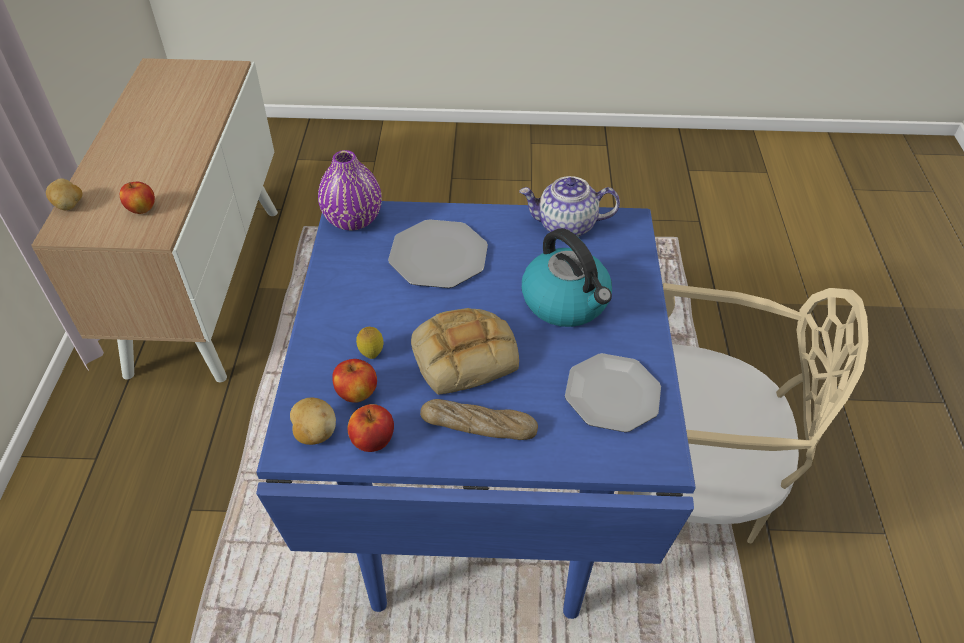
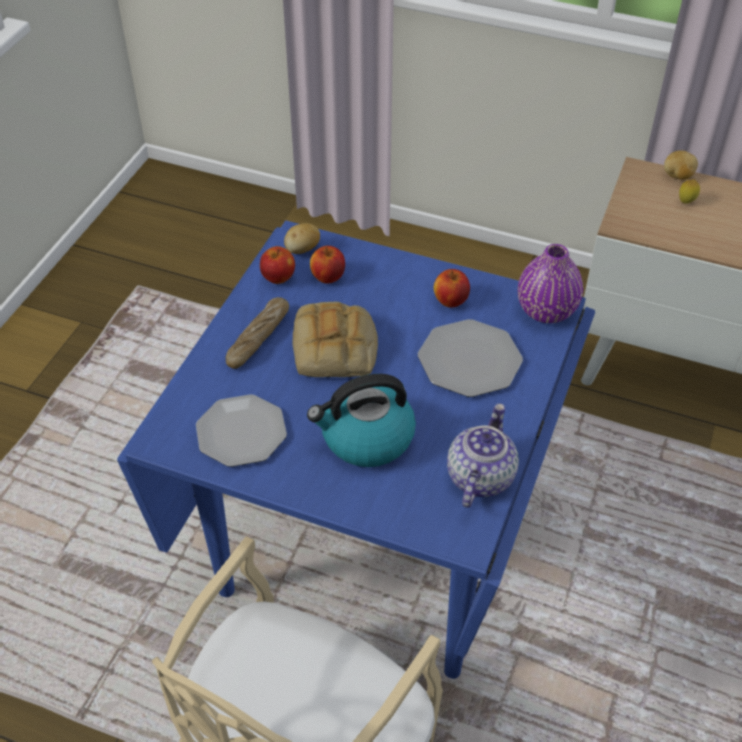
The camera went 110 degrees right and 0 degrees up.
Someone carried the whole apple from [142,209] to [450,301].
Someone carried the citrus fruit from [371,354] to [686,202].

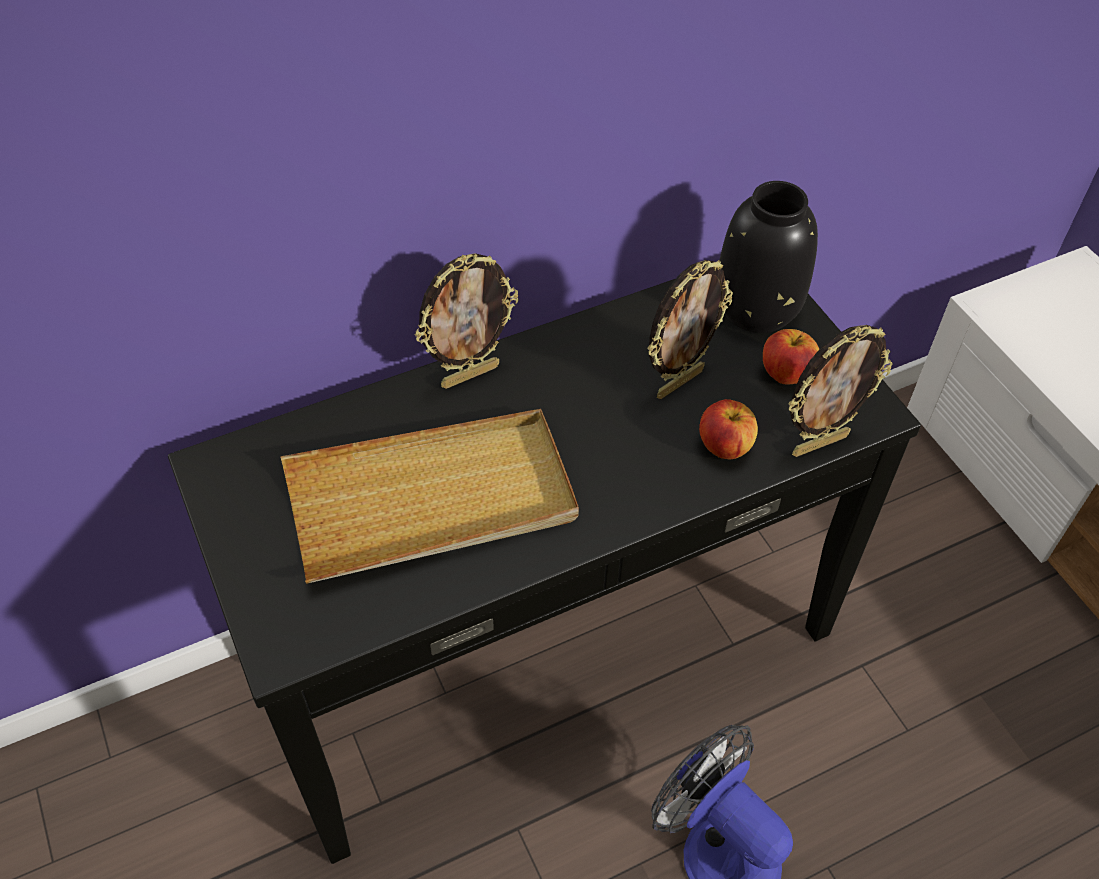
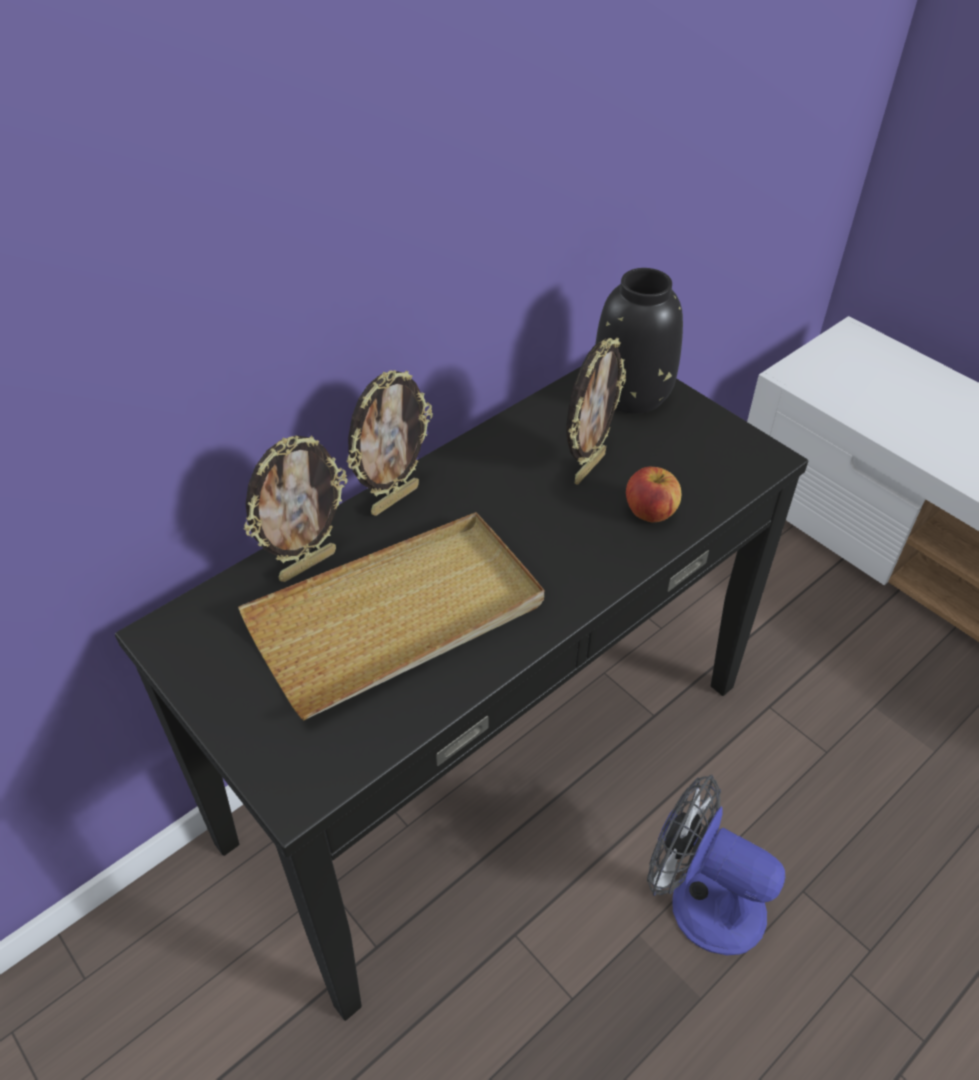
The camera went 15 degrees left and 5 degrees down.
Someone carried the picture frame from [819,443] to [307,564].
Someone took away the whole apple at [786,374].

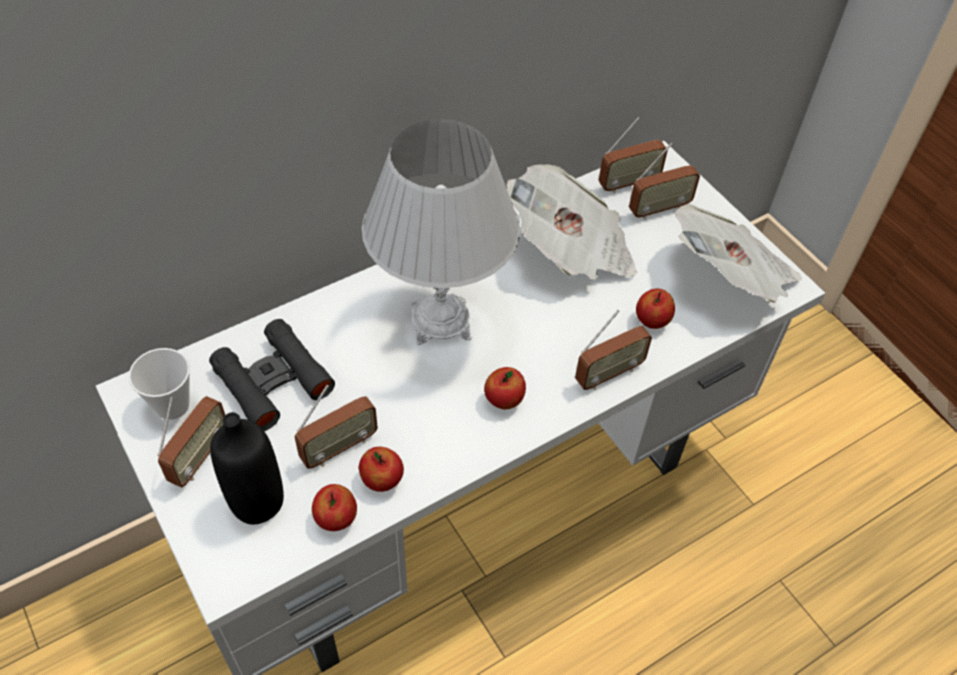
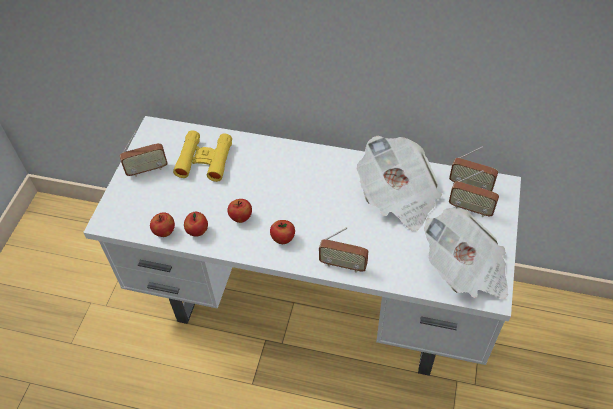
The camera went 50 degrees right and 0 degrees up.
Someone took away the white-coloured table lamp at [440,321].
Someone carried the whole apple from [652,321] to [241,217].
Someone repainted the black field glasses at [272,381], which became the yellowish field glasses at [204,160].
Someone took away the cup at [172,405].
Someone took away the radio at [339,448].
Someone took away the black drink bottle at [257,502].

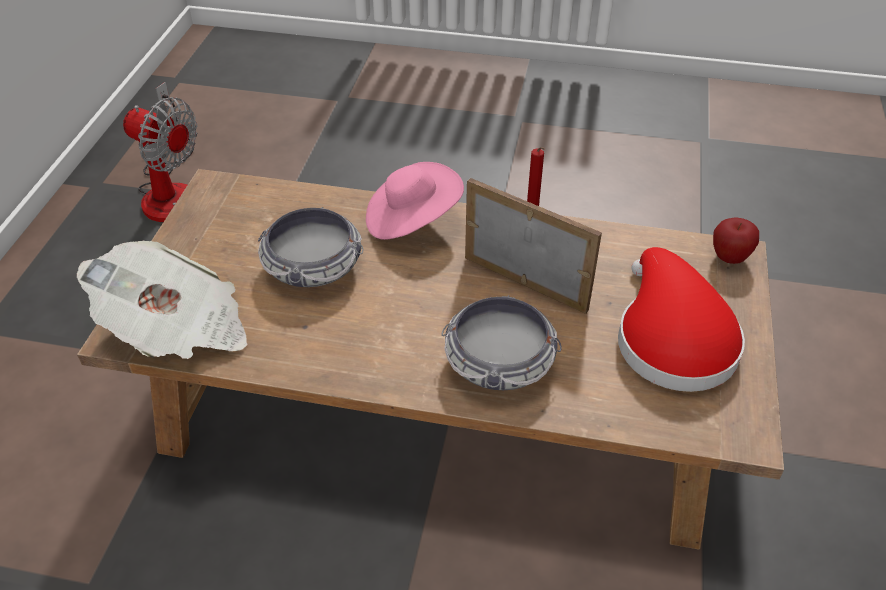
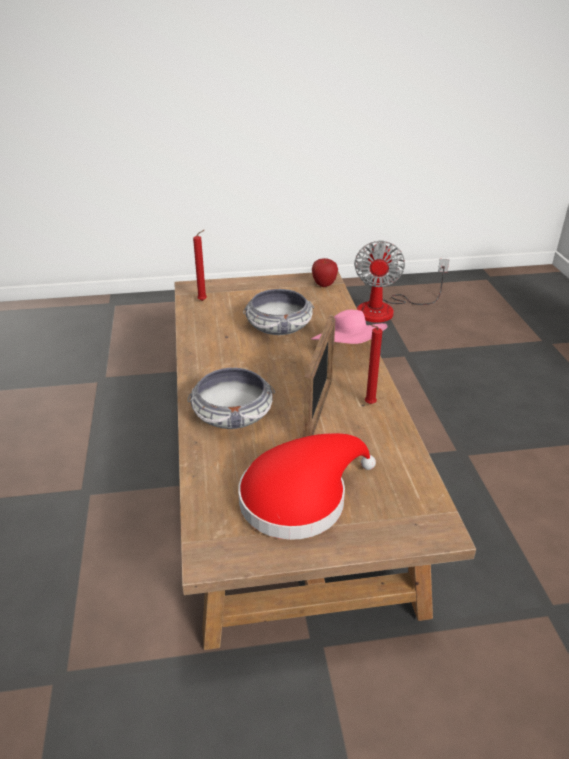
The camera went 70 degrees right and 10 degrees down.
Someone carried the whole apple from [729,258] to [324,285].
Someone swapped the newspaper at [178,329] for the red candle at [204,301].

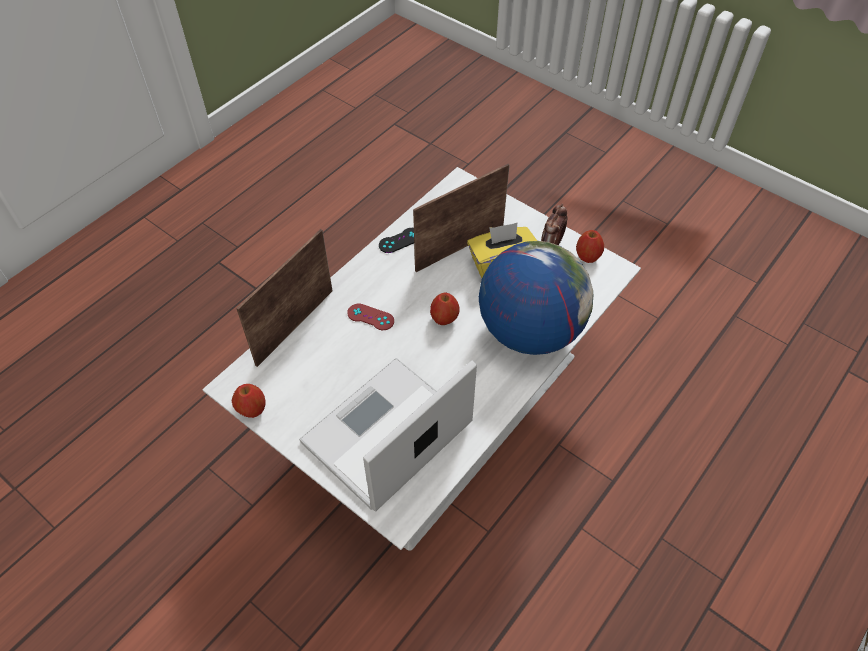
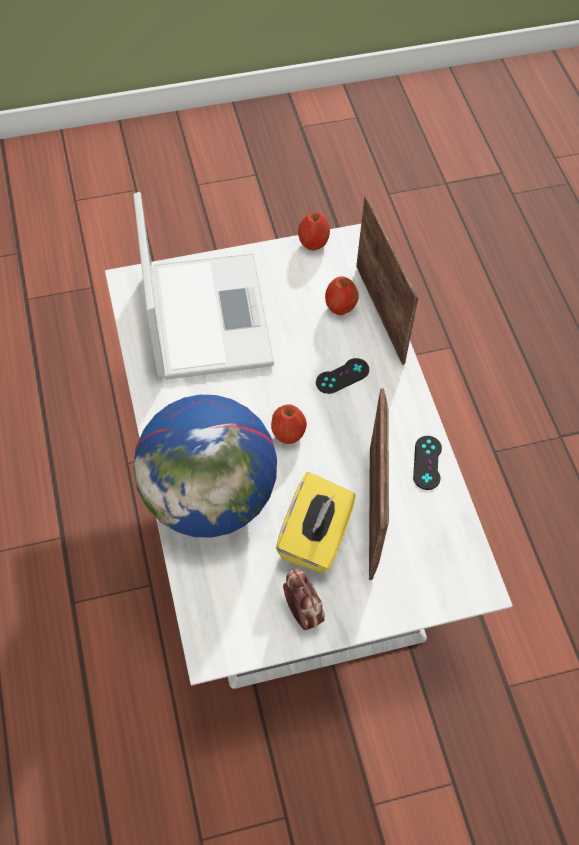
The camera went 125 degrees right and 5 degrees up.
Someone carried the whole apple from [587,256] to [340,307].
Someone repainted the red game controller at [370,317], which became the black game controller at [342,376].

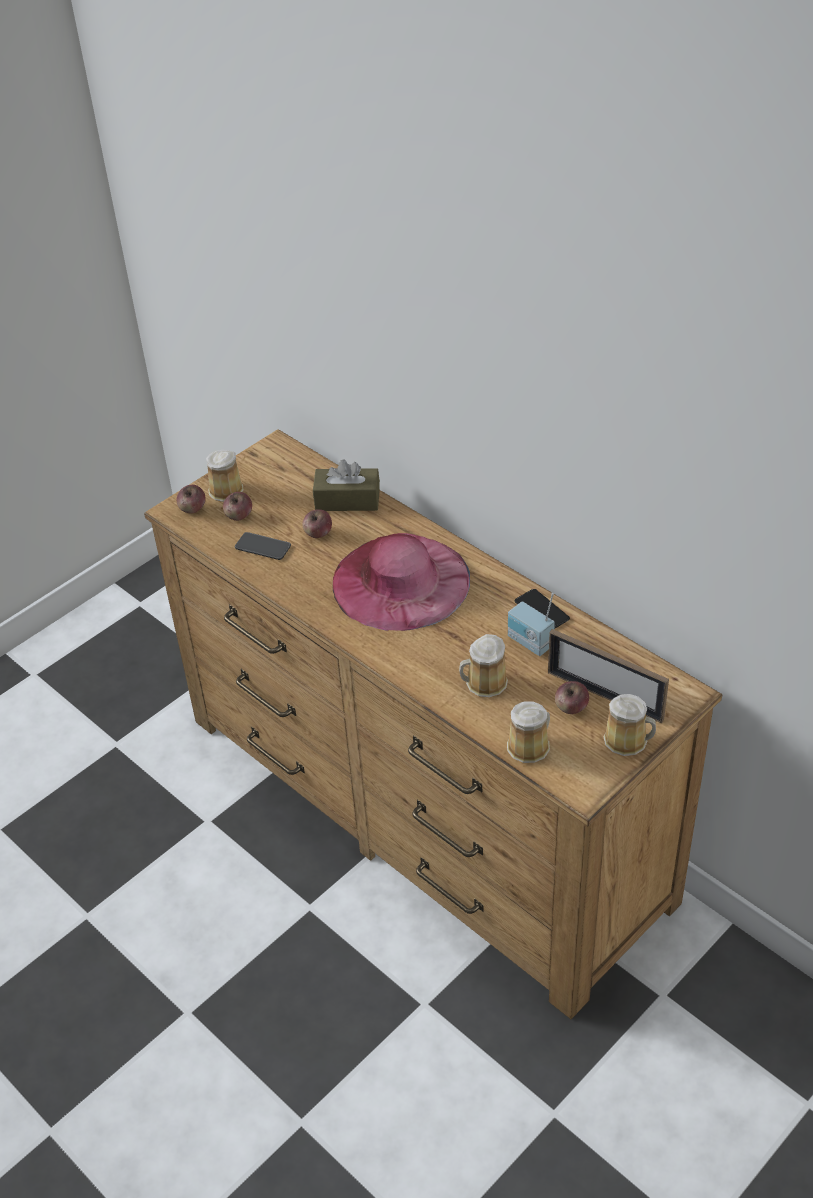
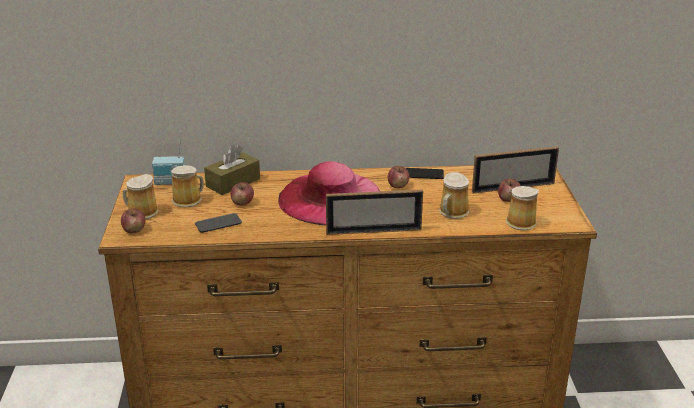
The camera went 50 degrees left and 15 degrees down.
Someone carried the whole apple from [239,516] to [398,186].
Someone carried the radio from [529,643] to [170,183].
Someone carried the tea mug from [628,741] to [189,200].
Someone put down the picture frame at [373,231].

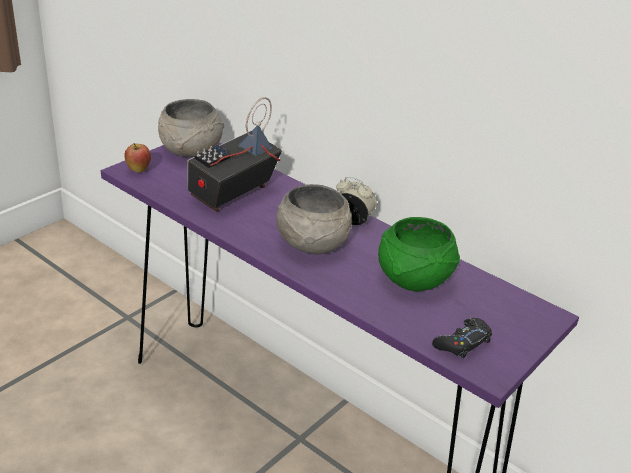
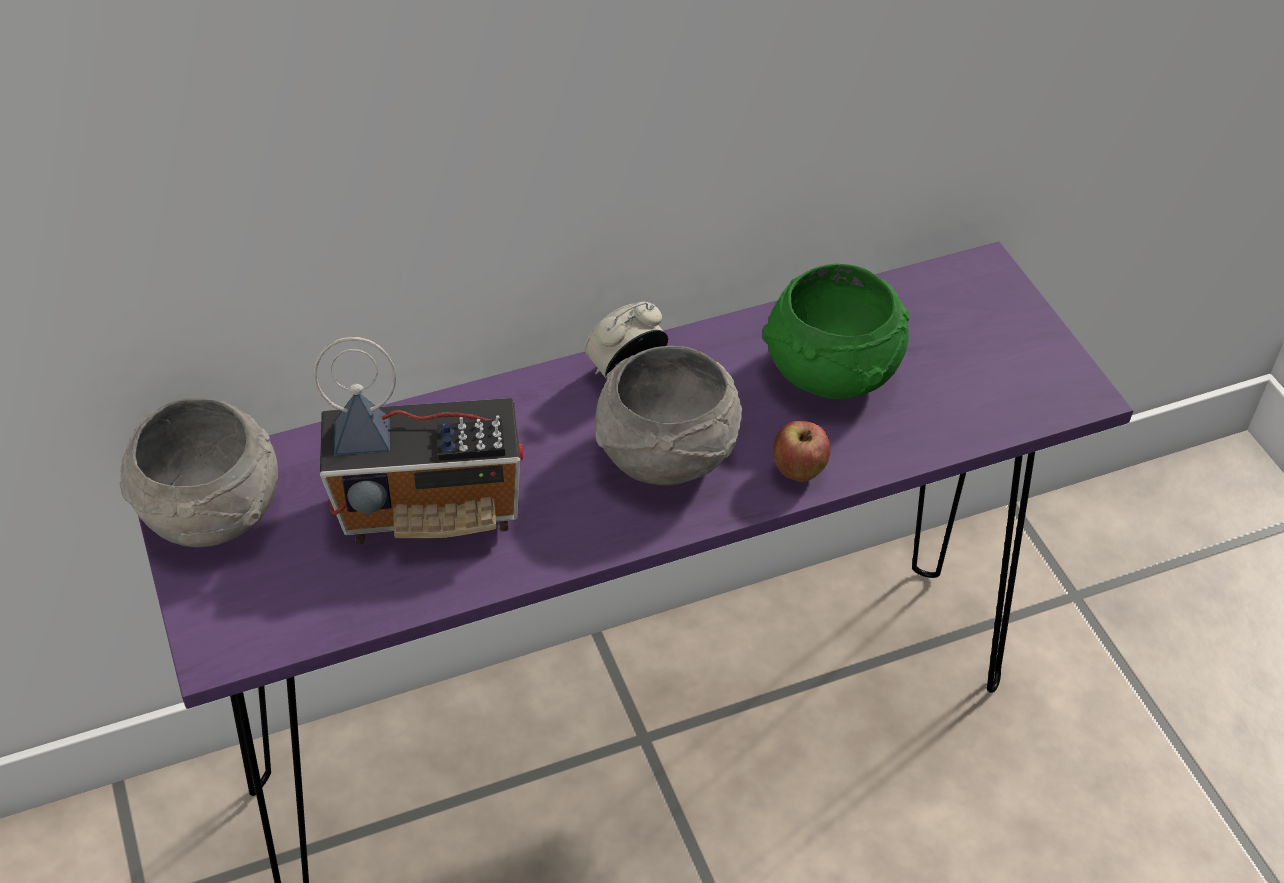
The camera went 60 degrees left and 15 degrees up.
Someone rotated the radio at [231,194] by 75 degrees counterclockwise.
Someone carried the whole apple from [138,170] to [798,472].
Someone took away the black game controller at [462,343].

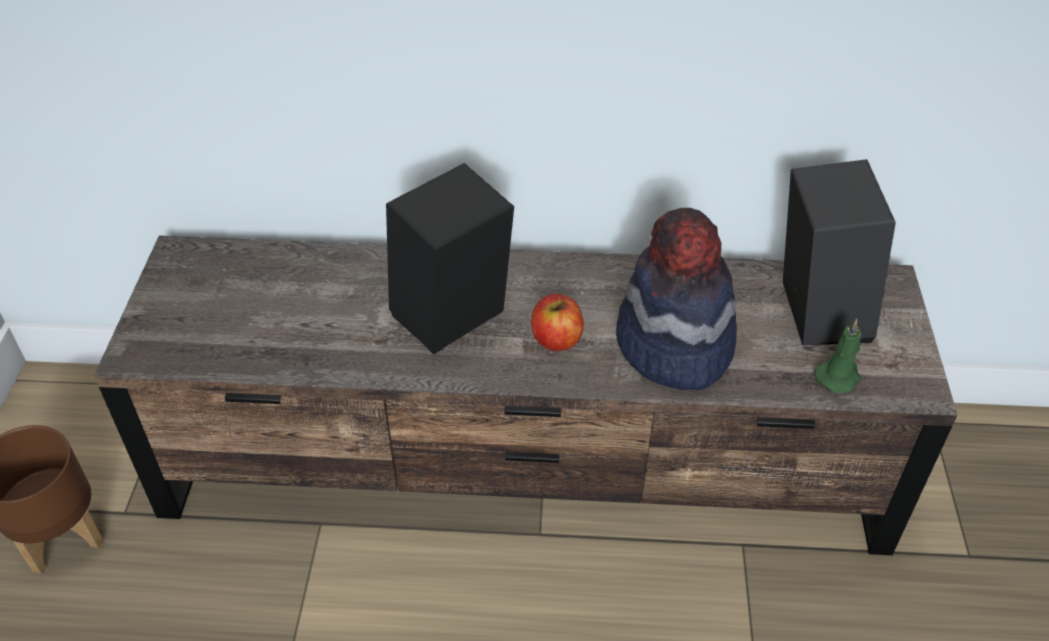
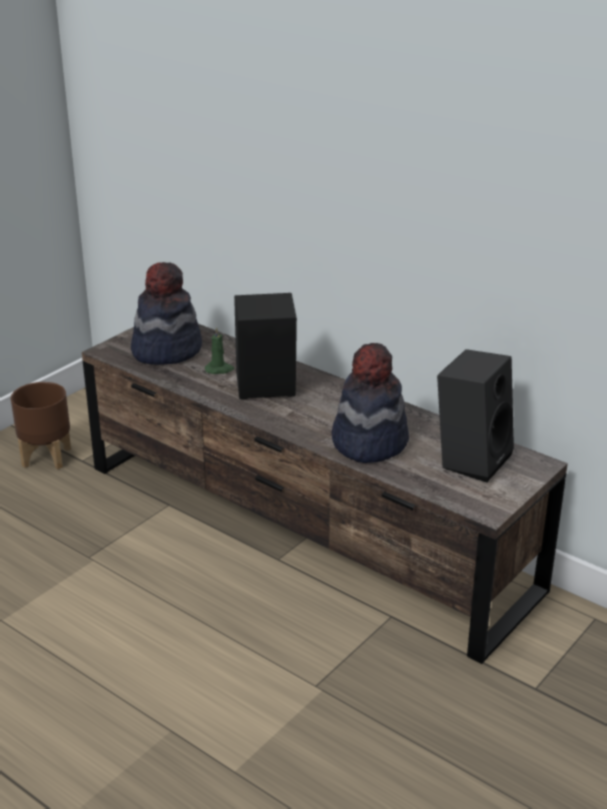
The camera went 35 degrees right and 15 degrees down.
Someone took away the whole apple at [556,339].
Someone carried the green candle from [838,376] to [219,369].
Someone put down the hat at [166,350].

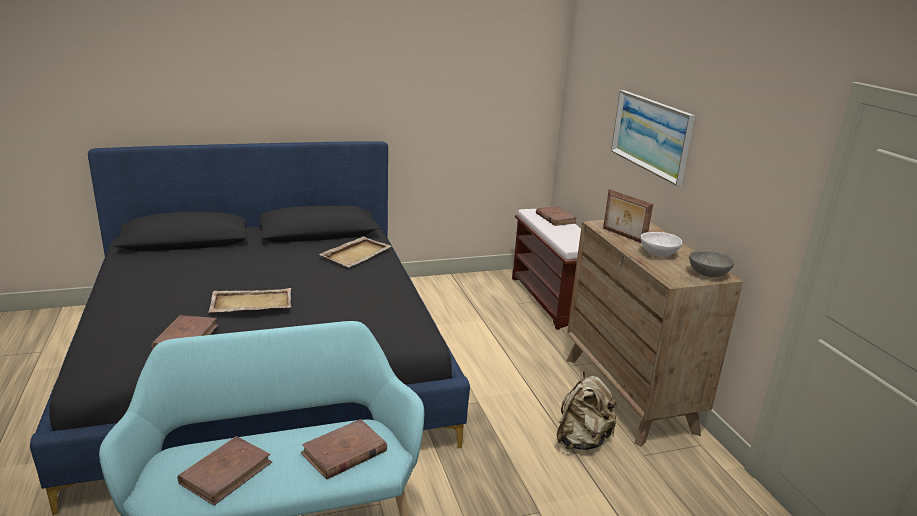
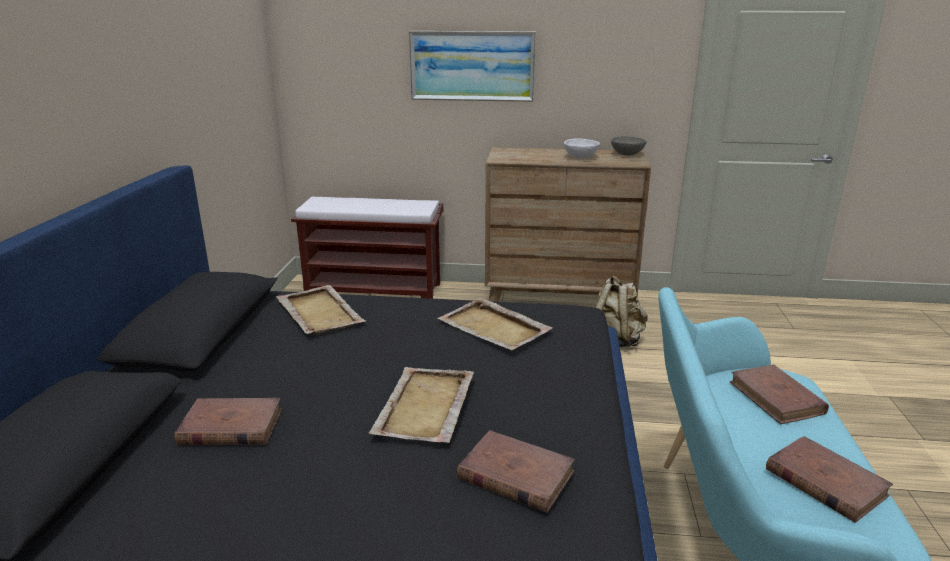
The camera went 65 degrees left and 0 degrees up.
Someone took away the picture frame at [623,236].
Someone carried the brown-coloured bound book from [555,218] to [230,426].
Someone put down the beige-coloured serving tray at [494,328].

